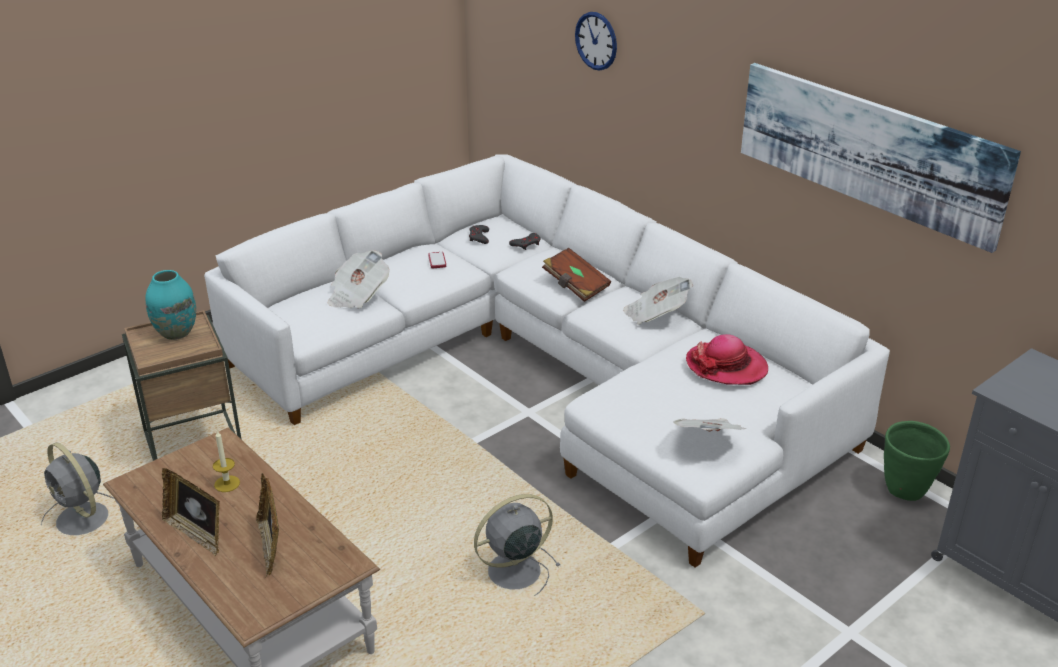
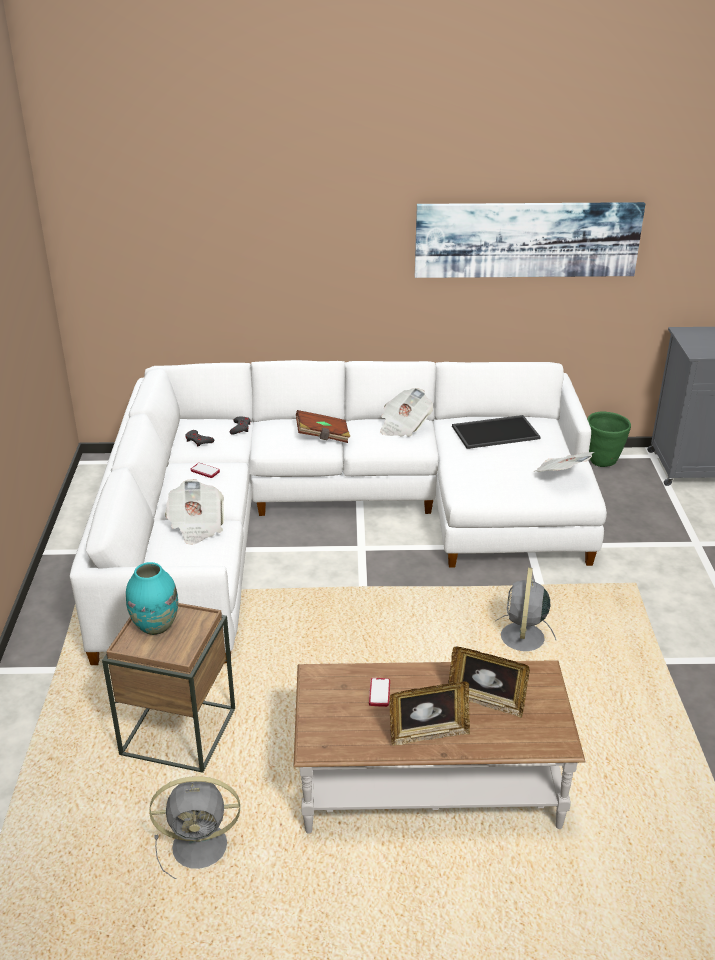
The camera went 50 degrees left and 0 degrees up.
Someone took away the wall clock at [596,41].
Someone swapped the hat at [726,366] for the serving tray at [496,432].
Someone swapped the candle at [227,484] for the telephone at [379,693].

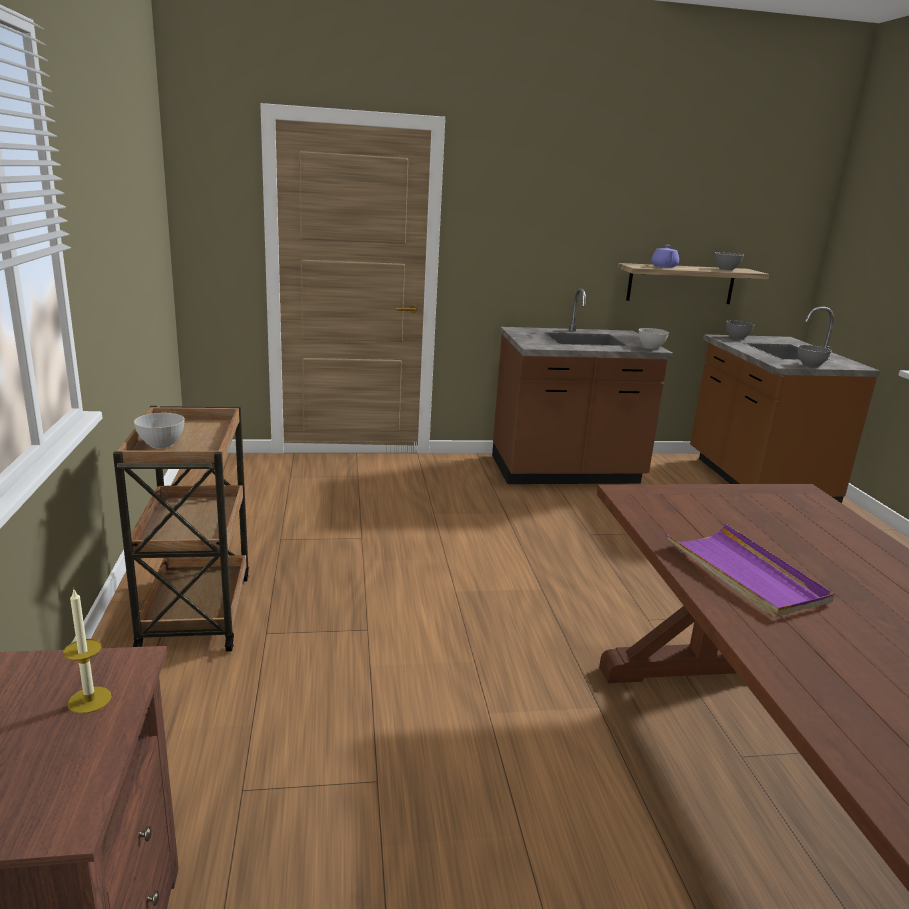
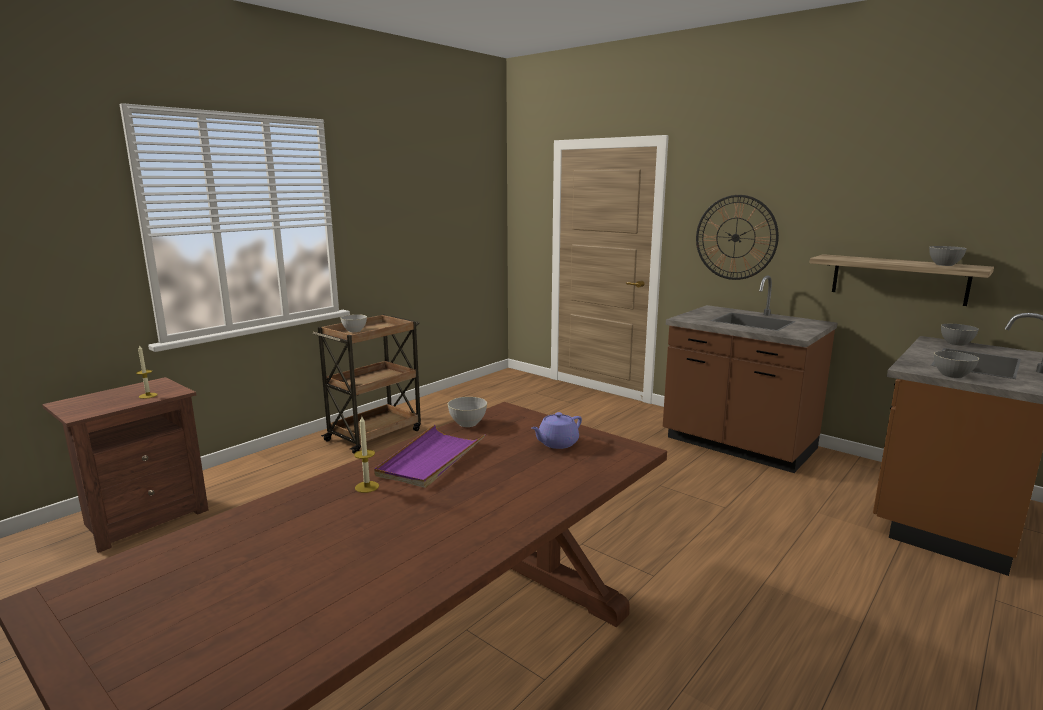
The camera went 50 degrees right and 5 degrees down.
Someone carried the purple-coloured teapot from [664,266] to [557,443].
Someone carried the greyish bowl from [651,347] to [467,423].
Someone put up the wall clock at [735,237].
Someone put down the candle at [367,487].

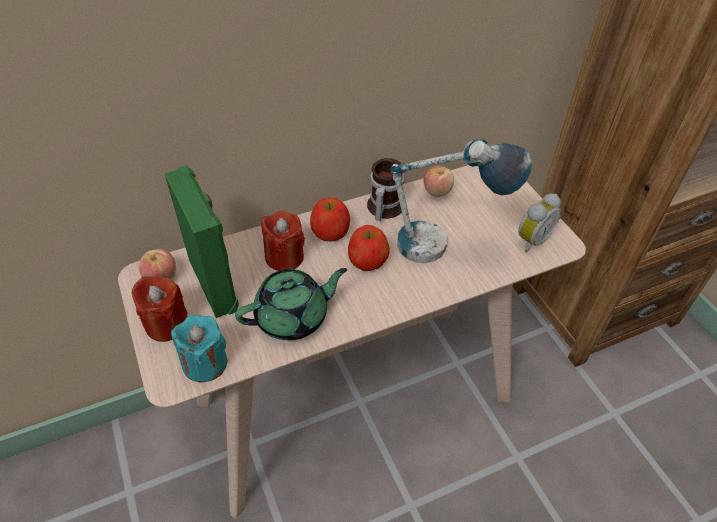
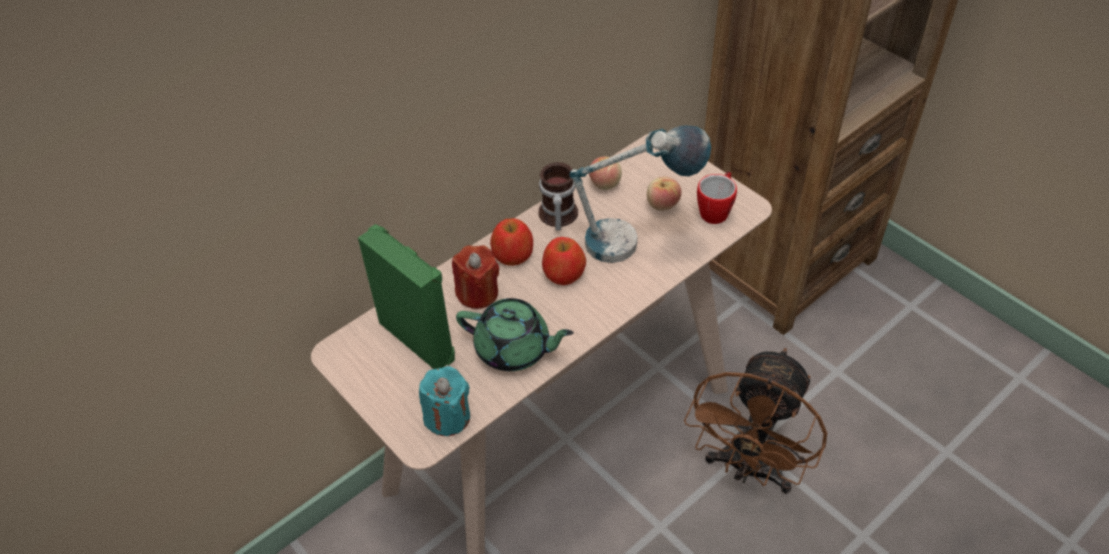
The camera went 15 degrees left and 0 degrees up.
Someone swapped the table clock at [531,240] for the tea mug at [716,210].
Someone carried the whole apple from [161,277] to [662,205].
Someone rotated the green teapot at [293,317] by 60 degrees clockwise.
Someone took away the red candle at [166,324].
Someone put down the brown-coloured cooling fan at [749,469].

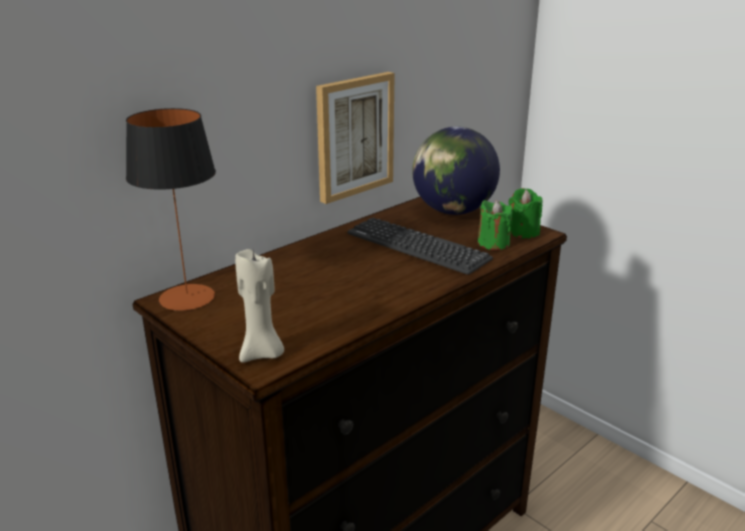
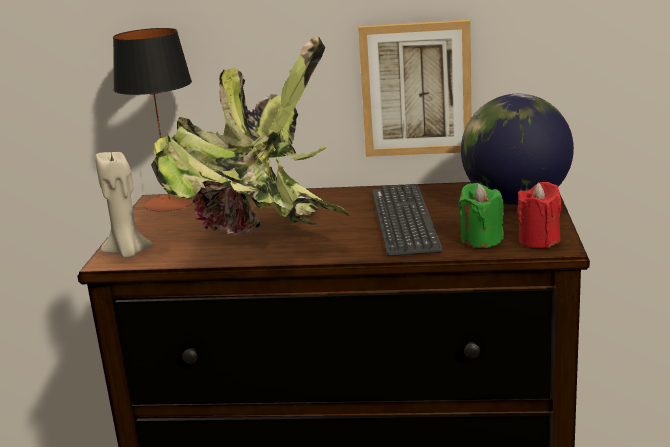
The camera went 50 degrees right and 5 degrees down.
Someone repainted the green candle at [523,232], which became the red candle at [539,240].
Someone put down the potted plant at [259,239].

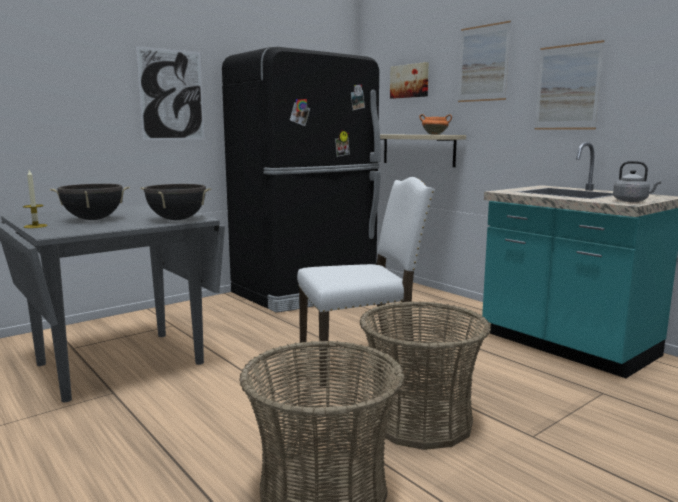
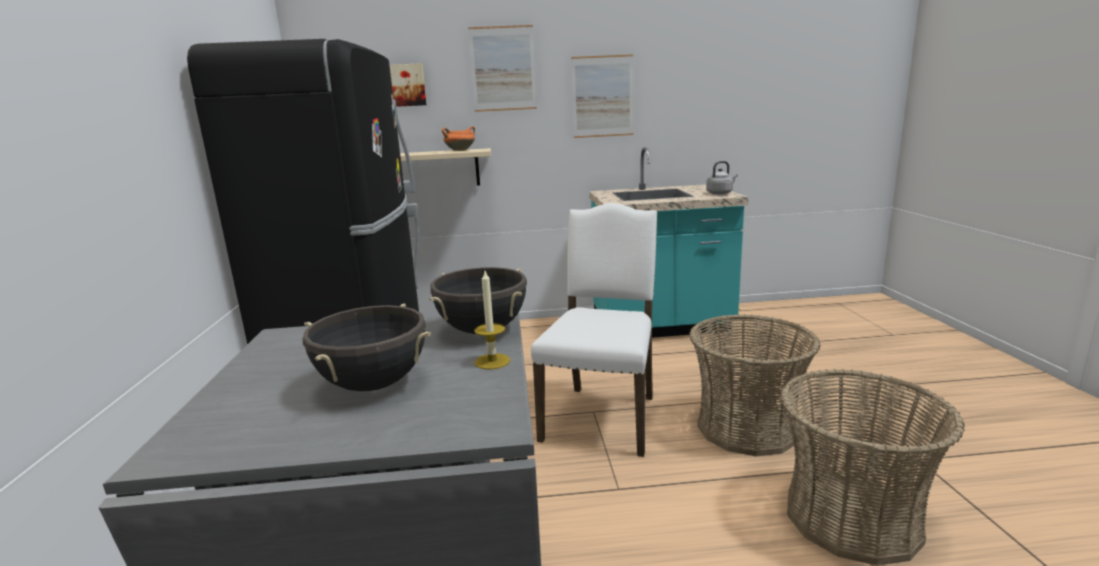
The camera went 55 degrees left and 5 degrees up.
Someone took away the picture at [171,95].
Someone carried the candle from [35,226] to [492,361].

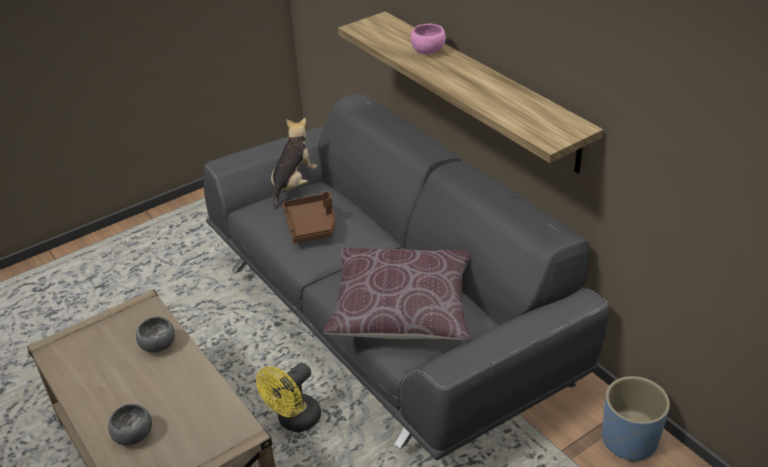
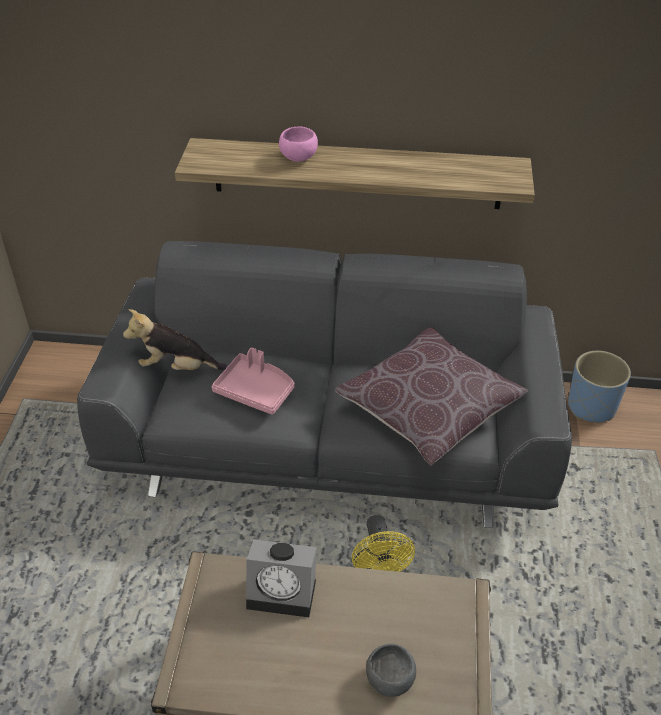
The camera went 50 degrees left and 5 degrees up.
Someone rotated the plush toy at [293,185] by 60 degrees counterclockwise.
Someone repainted the brown-coloured serving tray at [311,225], which became the pink serving tray at [255,391].
Someone swapped the greyish bowl at [159,345] for the table clock at [284,591].

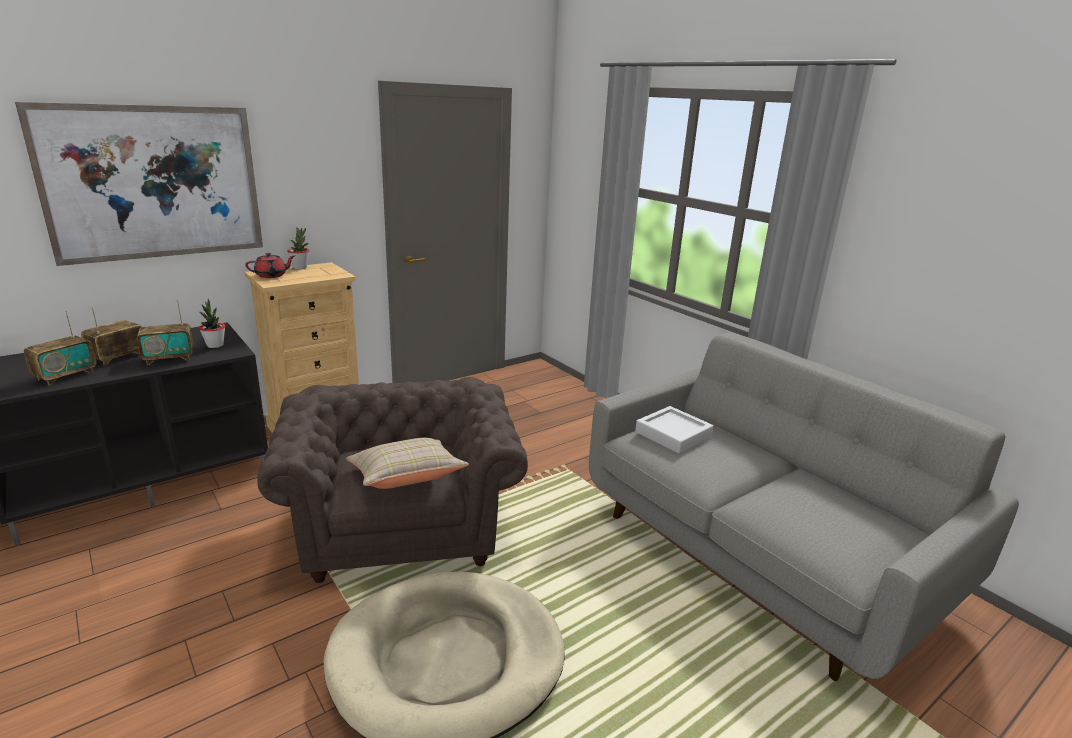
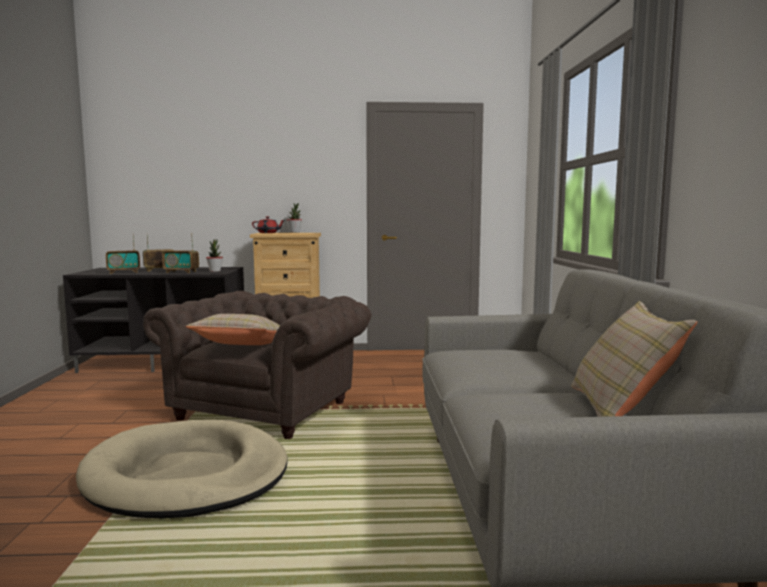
The camera went 35 degrees right and 15 degrees down.
Someone took away the picture at [154,183].
Someone took away the greyish serving tray at [673,434].
Someone put down the beige-coloured throw pillow at [621,409].

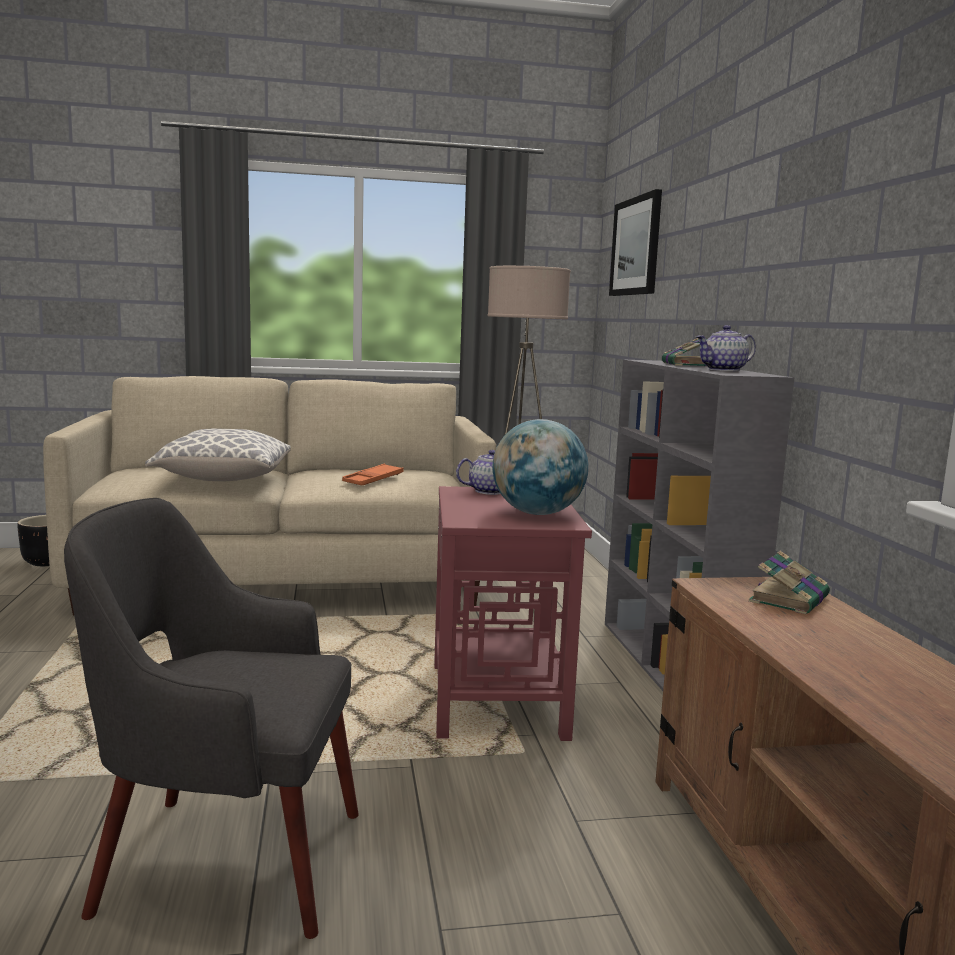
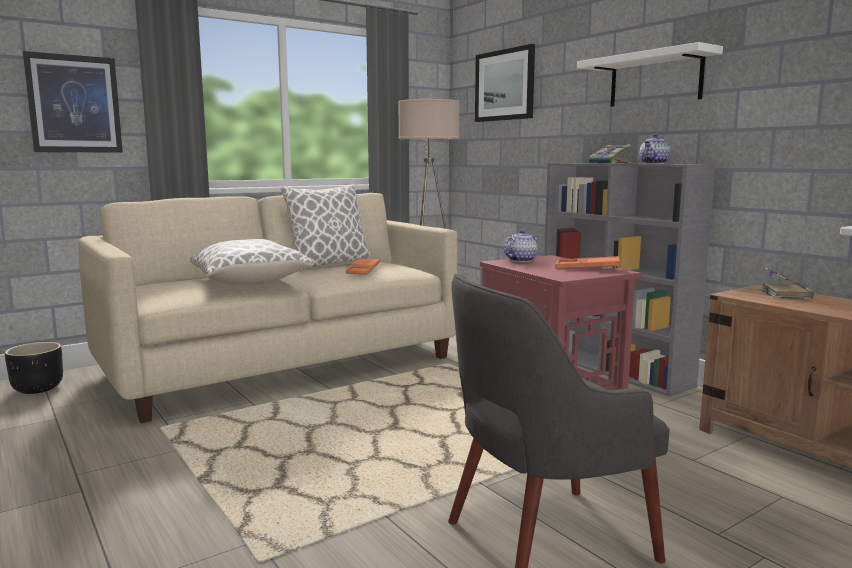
The camera went 25 degrees left and 0 degrees up.
Someone swapped the world globe at [537,513] for the orangey serving tray at [587,268].
Someone put up the white-coloured wall shelf at [655,79].
Someone put up the picture at [74,104].
Someone put down the throw pillow at [329,265].

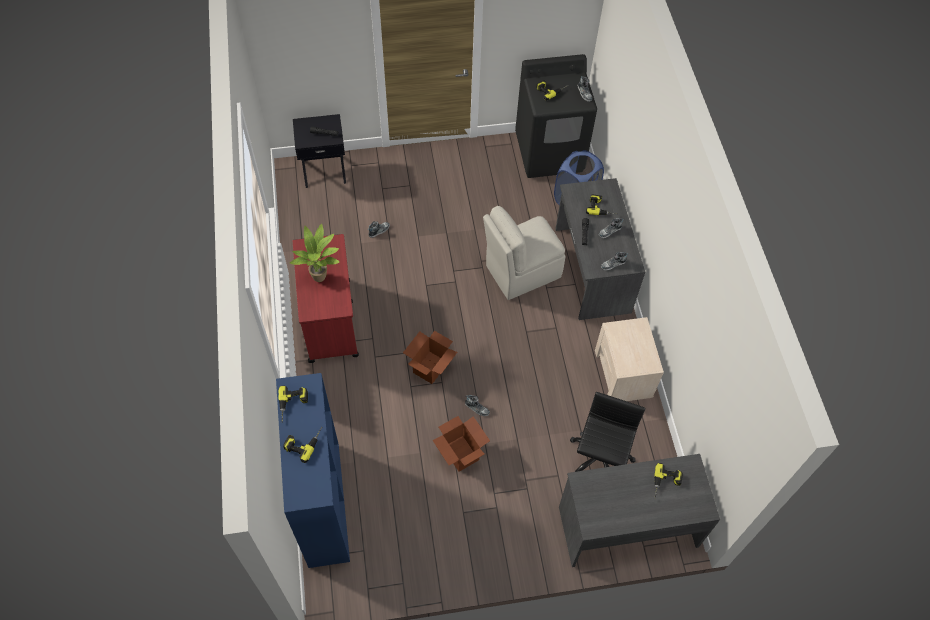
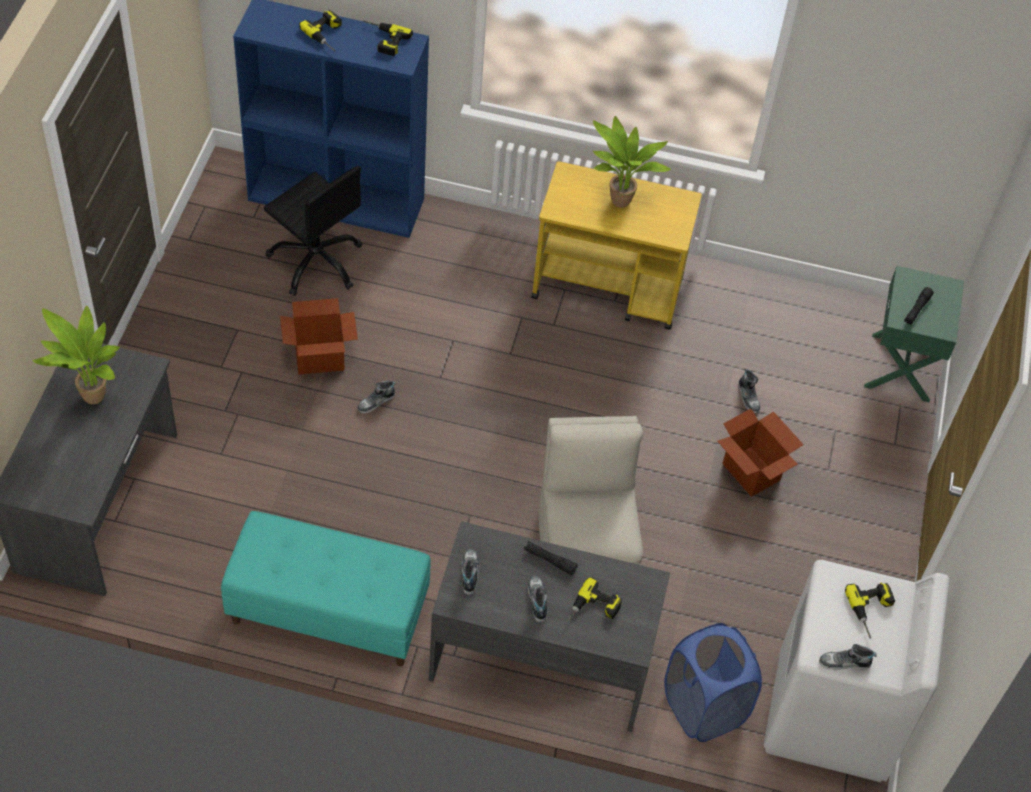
The camera went 110 degrees right and 5 degrees down.
Someone repainted the black washing machine at [550,152], which became the white-coloured washing machine at [831,716].
Someone repainted the black nightstand at [324,170], which became the green nightstand at [901,368].
Someone repainted the red wheeled cart at [330,319], which became the yellowish wheeled cart at [609,288].
Someone swapped the beige-coloured nightstand at [623,374] for the blue-green indoor bench at [327,612].
Someone carried the carton from [430,367] to [751,472].
Someone carried the black computer chair from [599,459] to [316,261].
Someone took away the power drill at [666,484].
Someone put down the potted plant at [90,399].

